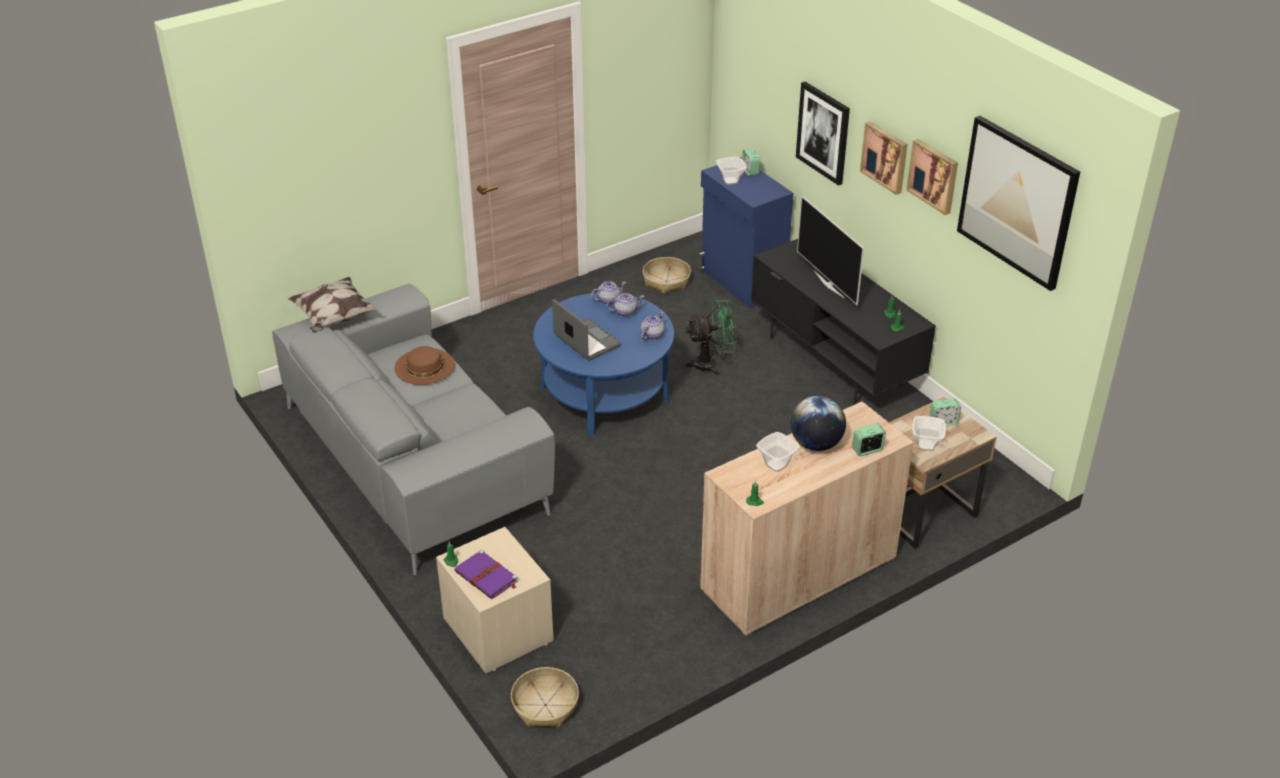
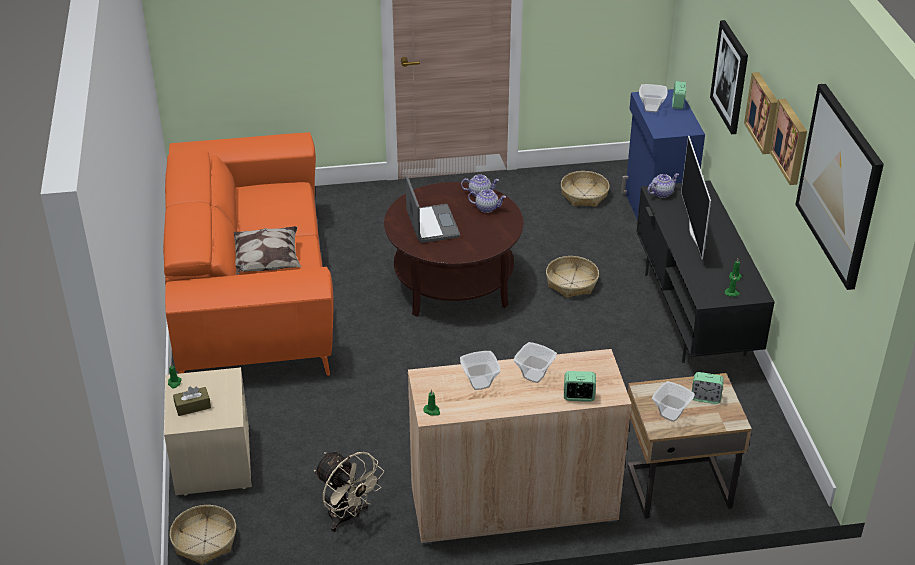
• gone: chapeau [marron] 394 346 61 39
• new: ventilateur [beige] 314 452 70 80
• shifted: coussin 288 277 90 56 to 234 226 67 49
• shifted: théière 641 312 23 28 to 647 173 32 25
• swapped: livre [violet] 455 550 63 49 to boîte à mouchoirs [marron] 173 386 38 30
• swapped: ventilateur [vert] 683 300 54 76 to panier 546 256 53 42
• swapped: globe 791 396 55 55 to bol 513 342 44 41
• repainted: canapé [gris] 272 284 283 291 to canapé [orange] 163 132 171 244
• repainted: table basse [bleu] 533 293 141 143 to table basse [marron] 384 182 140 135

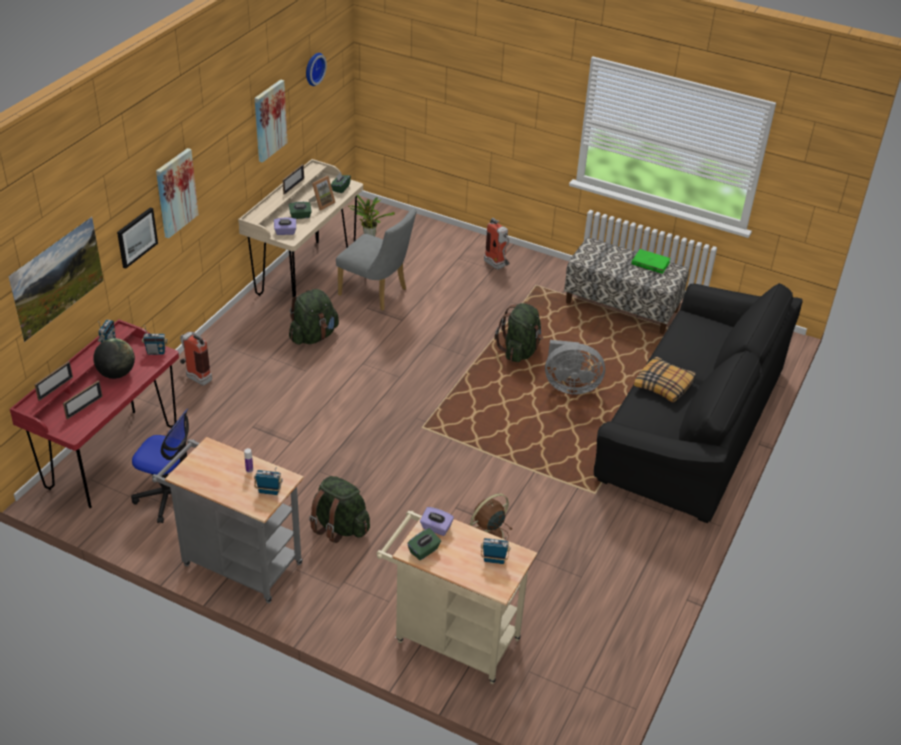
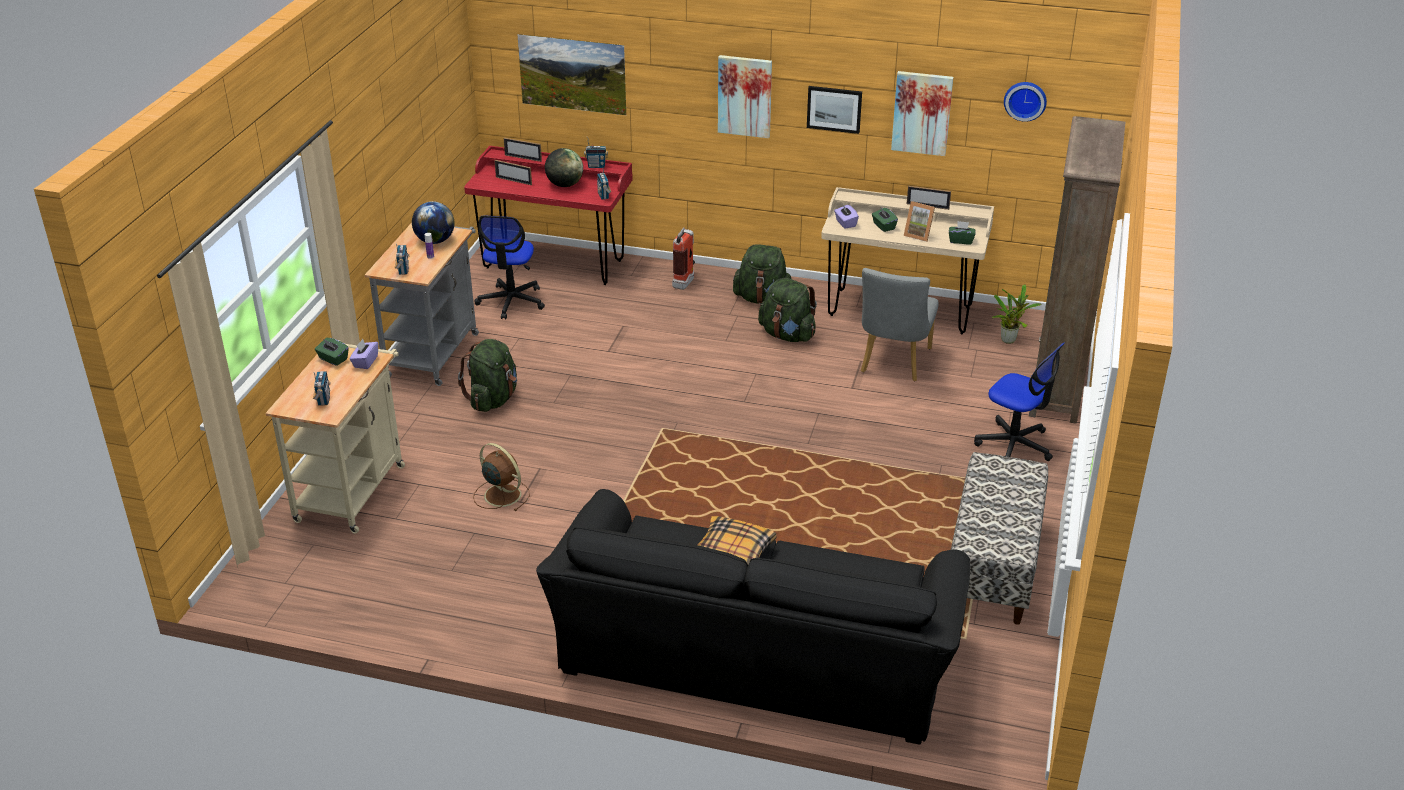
• gone: ventilateur [gris] 545 340 60 54
• gone: livre [vert] 632 249 39 25
• new: globe 412 201 43 43
• new: bibliothèque [marron] 1029 116 96 308
• shifted: tableau 117 207 41 62 to 807 86 55 48
• shifted: sac à dos [vert] 494 303 49 59 to 733 244 58 60
• swapped: extincteur 484 218 26 52 to chaise de bureau 974 342 91 119

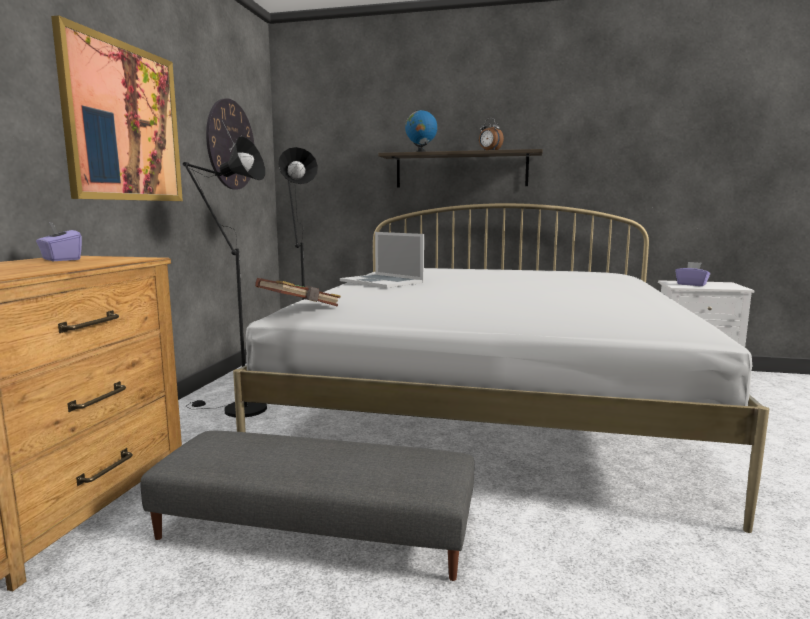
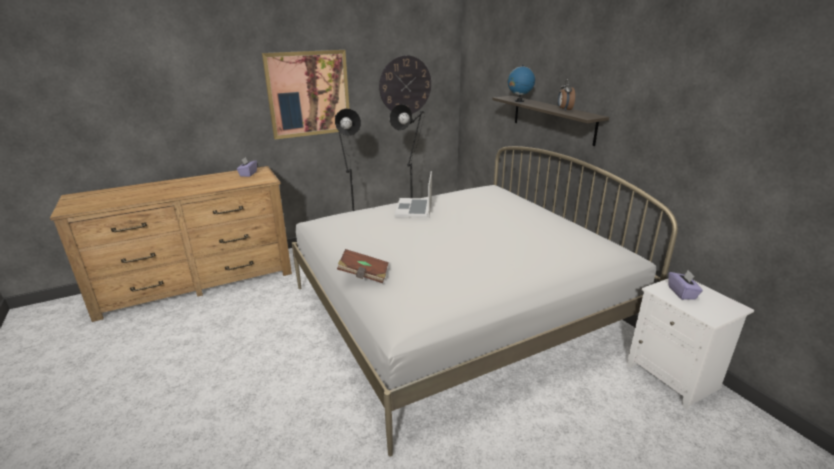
• gone: pouf [gris] 140 431 334 150
• shifted: livre [marron] 255 278 86 29 to 337 249 52 34

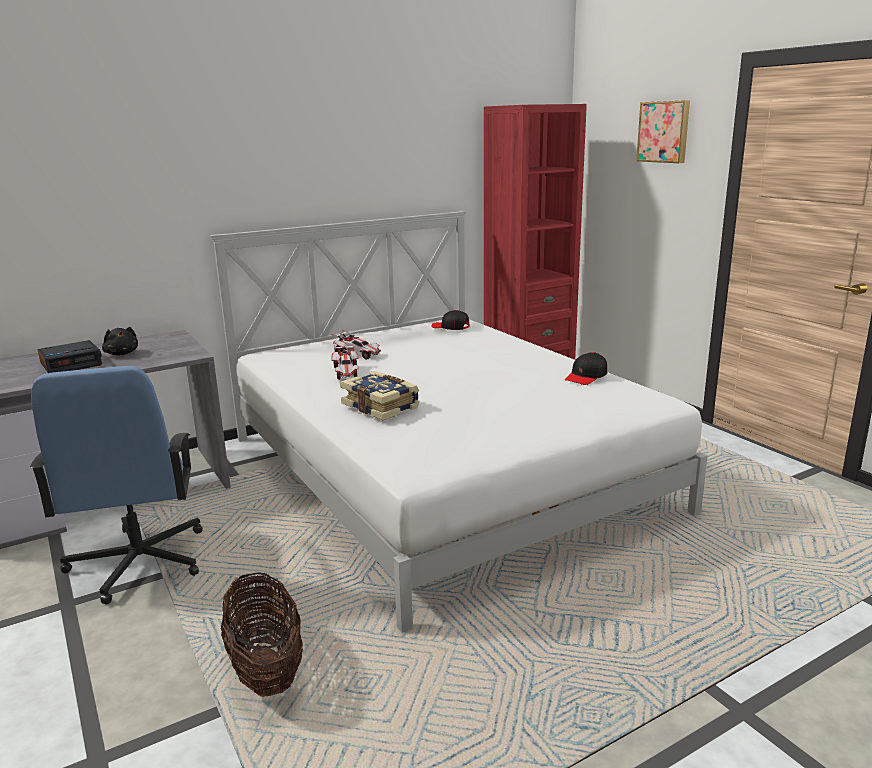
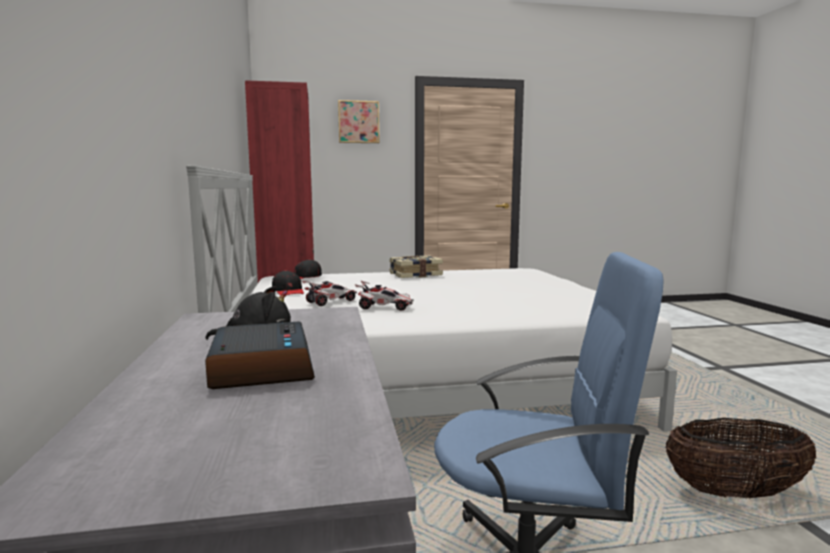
• shifted: livre 340 371 80 49 to 389 255 54 23
• shifted: casquette [noir] 565 352 42 33 to 272 270 32 26

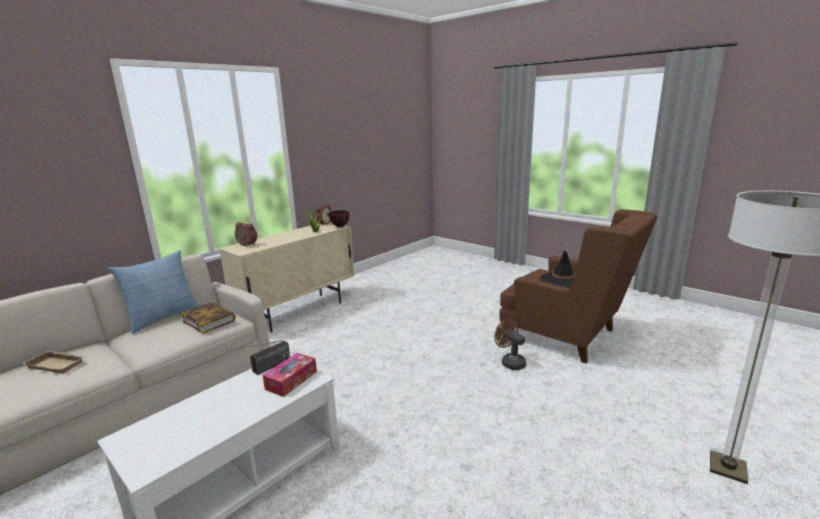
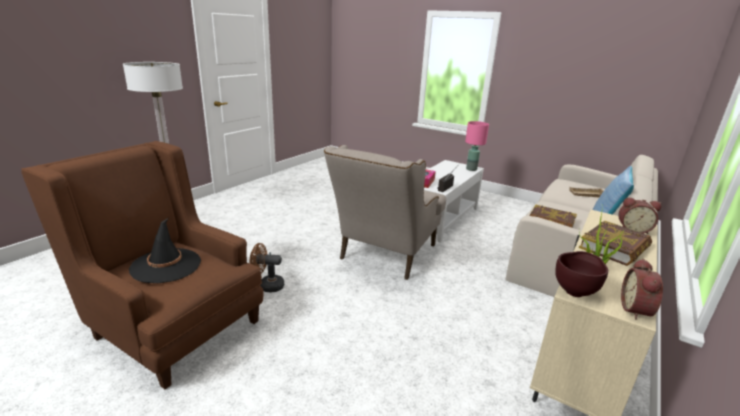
• new: fauteuil [beige] 324 145 122 135
• new: lampe de table [rose] 465 121 24 50
• new: livre 579 220 73 46
• rotated: ventilateur [marron] 494 318 32 52 = 250 243 34 49 135 degrees clockwise

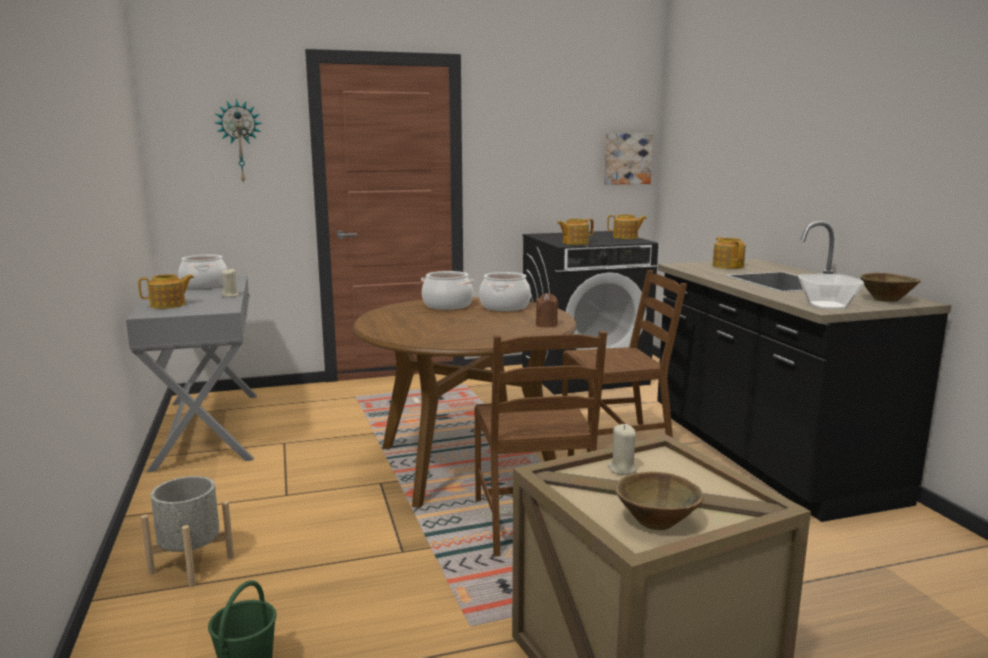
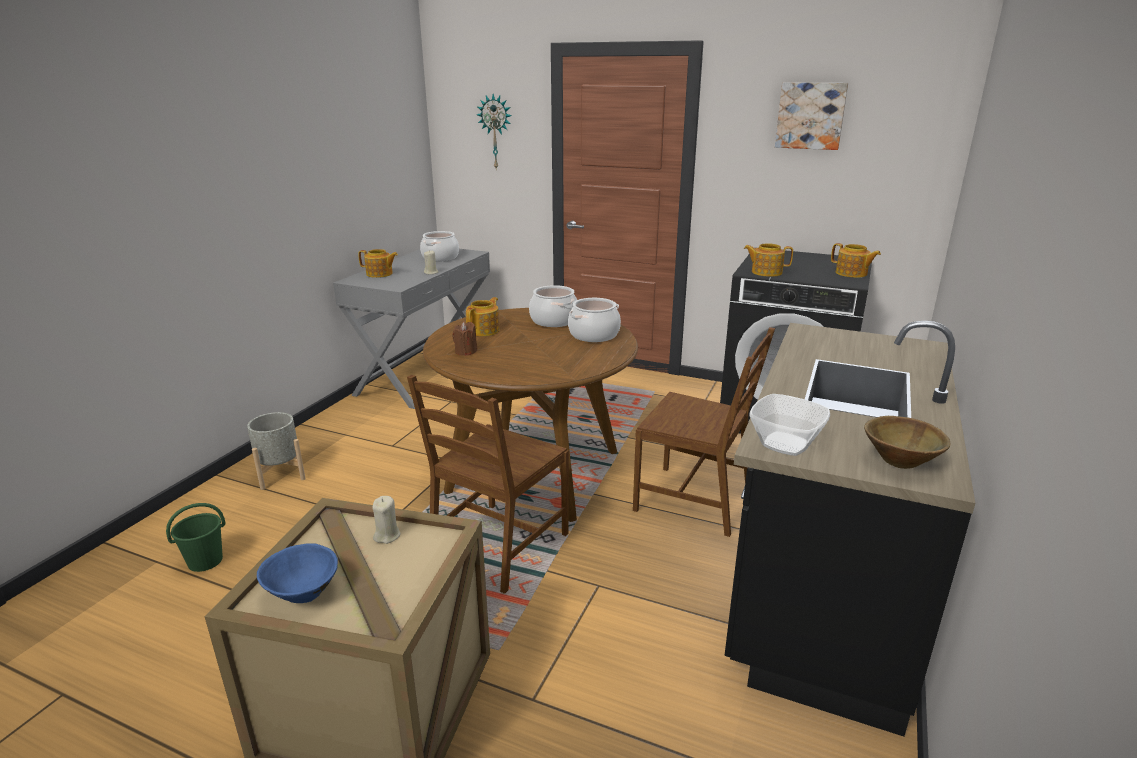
• shifted: bougie [marron] 536 293 22 34 to 452 322 25 34
• shifted: tableau 604 133 49 52 to 775 82 73 68
• shifted: théière 712 237 34 32 to 466 297 33 39
• repainted: bol [marron] 615 472 89 58 to bol [bleu] 257 543 81 60

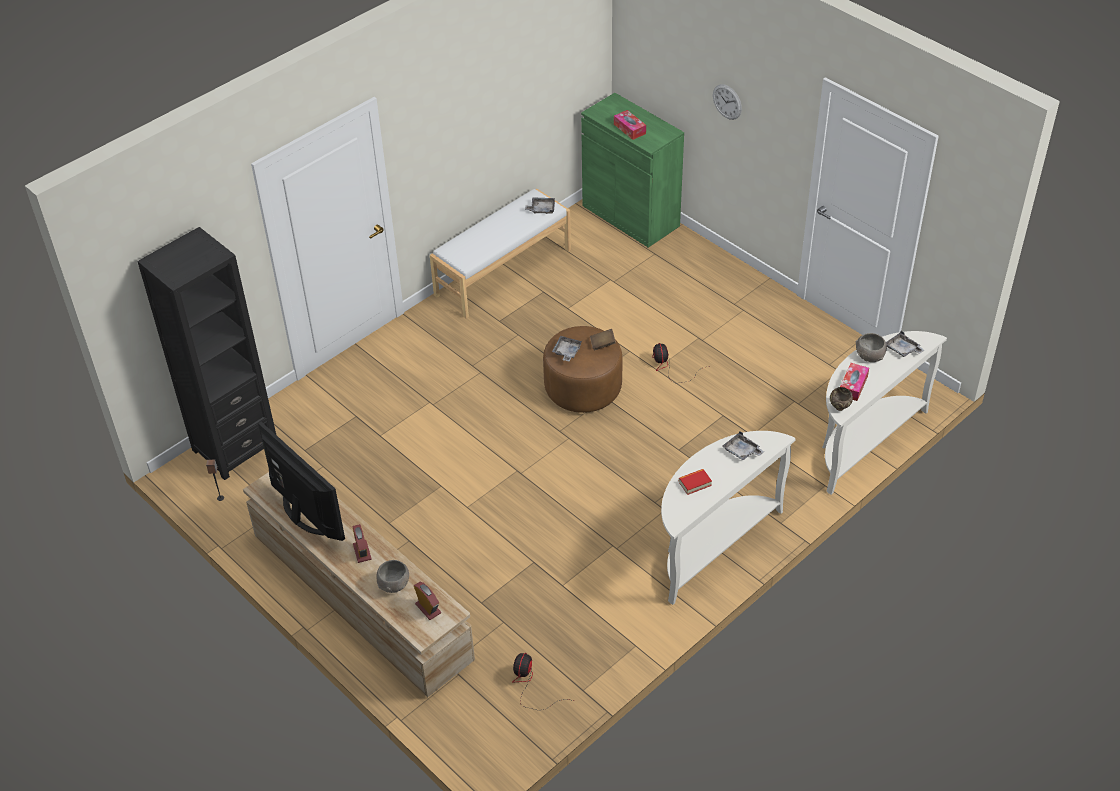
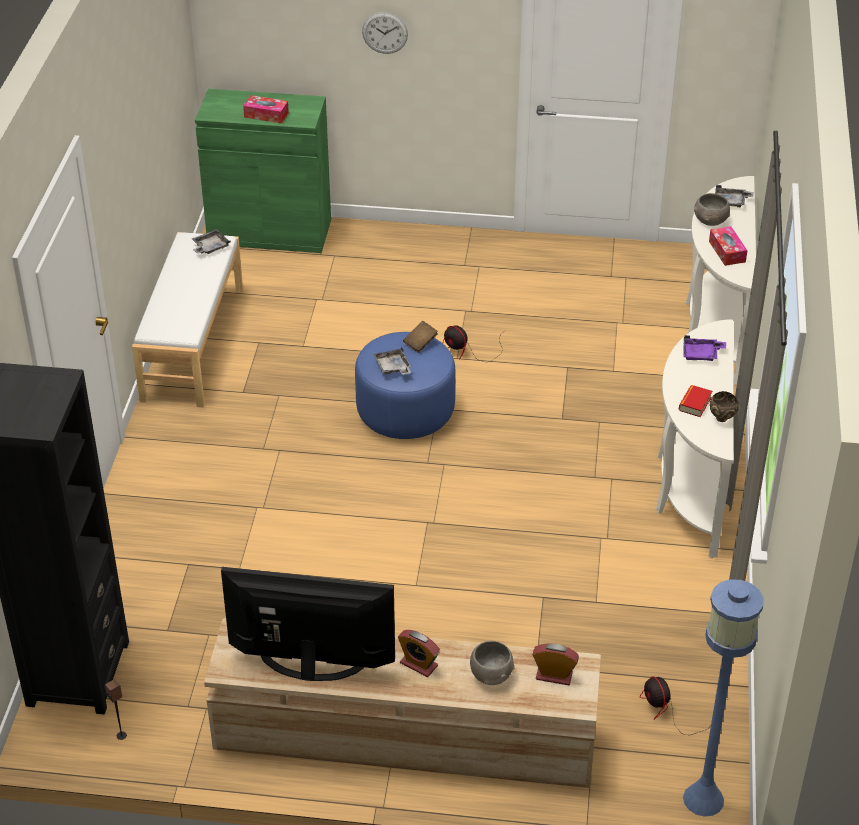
• new: lampadaire [bleu] 683 579 81 238
• shifted: bol [marron] 830 387 23 24 to 710 391 29 31
• repainted: pouf [marron] 543 326 80 87 to pouf [bleu] 355 332 101 107
• repainted: plateau [gris] 722 431 42 29 to plateau [violet] 683 335 43 26

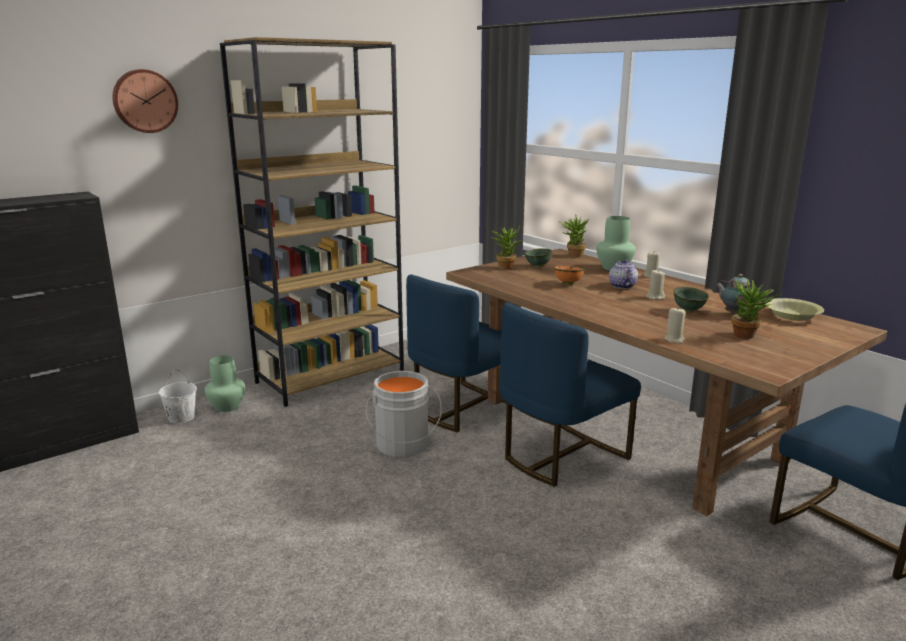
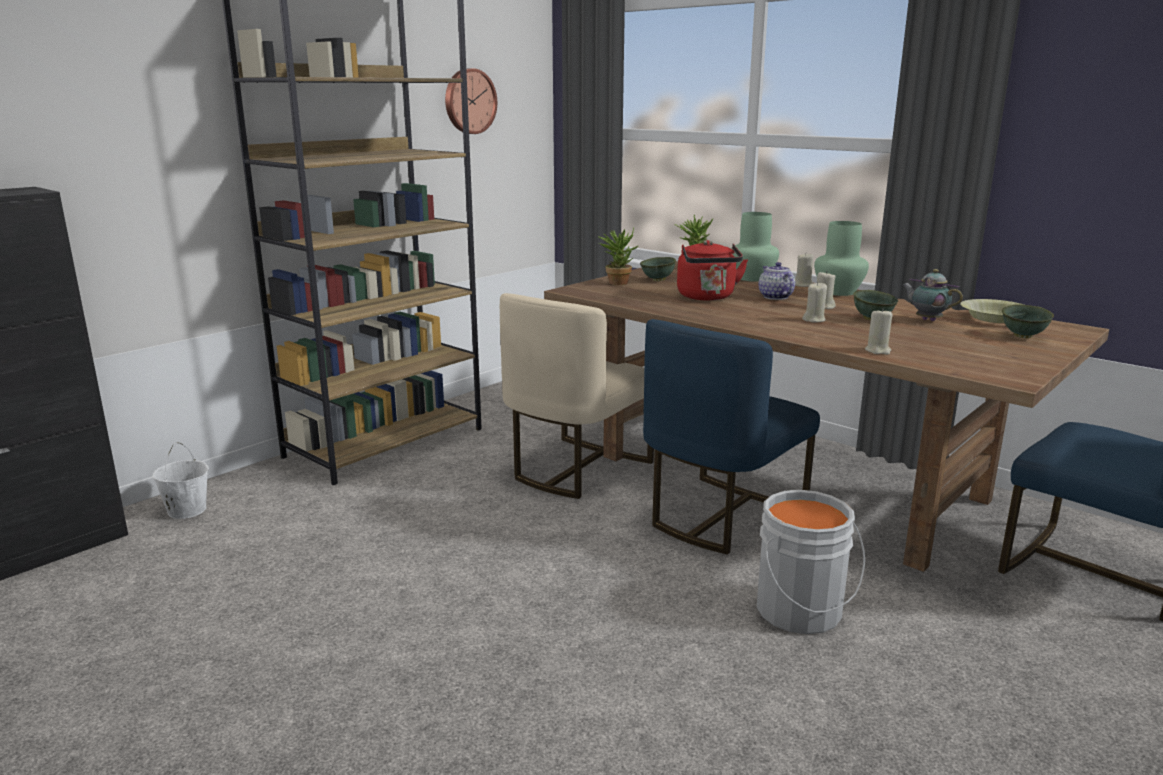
• gone: plante en pot 731 279 50 60
• new: bougie [beige] 802 282 25 41
• new: bol [vert] 1002 304 52 34
• shifted: horloge murale 112 69 66 64 to 445 68 52 66
• shifted: vase [vert] 205 355 40 57 to 814 221 55 75
• shifted: seau [gris] 366 371 76 86 to 757 490 108 144
• swapped: bol [orange] 554 266 31 19 to bouilloire [rouge] 677 240 71 61
• repainted: chaise [bleu] 406 274 101 158 to chaise [beige] 500 293 154 206

